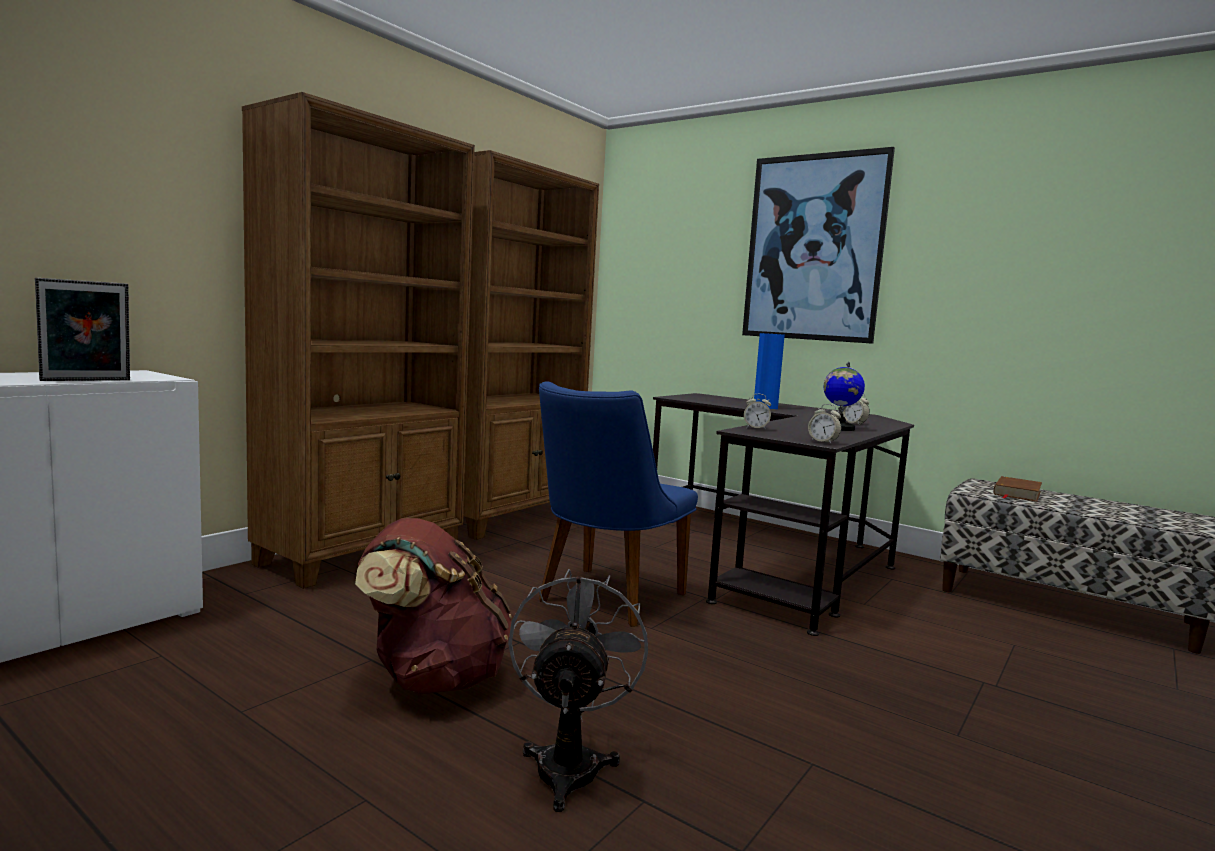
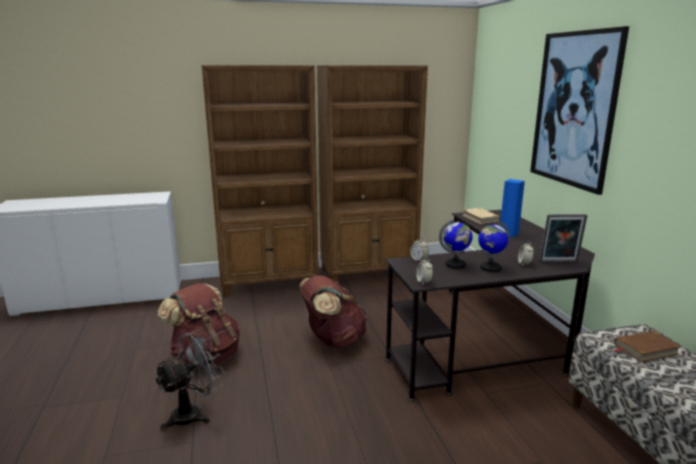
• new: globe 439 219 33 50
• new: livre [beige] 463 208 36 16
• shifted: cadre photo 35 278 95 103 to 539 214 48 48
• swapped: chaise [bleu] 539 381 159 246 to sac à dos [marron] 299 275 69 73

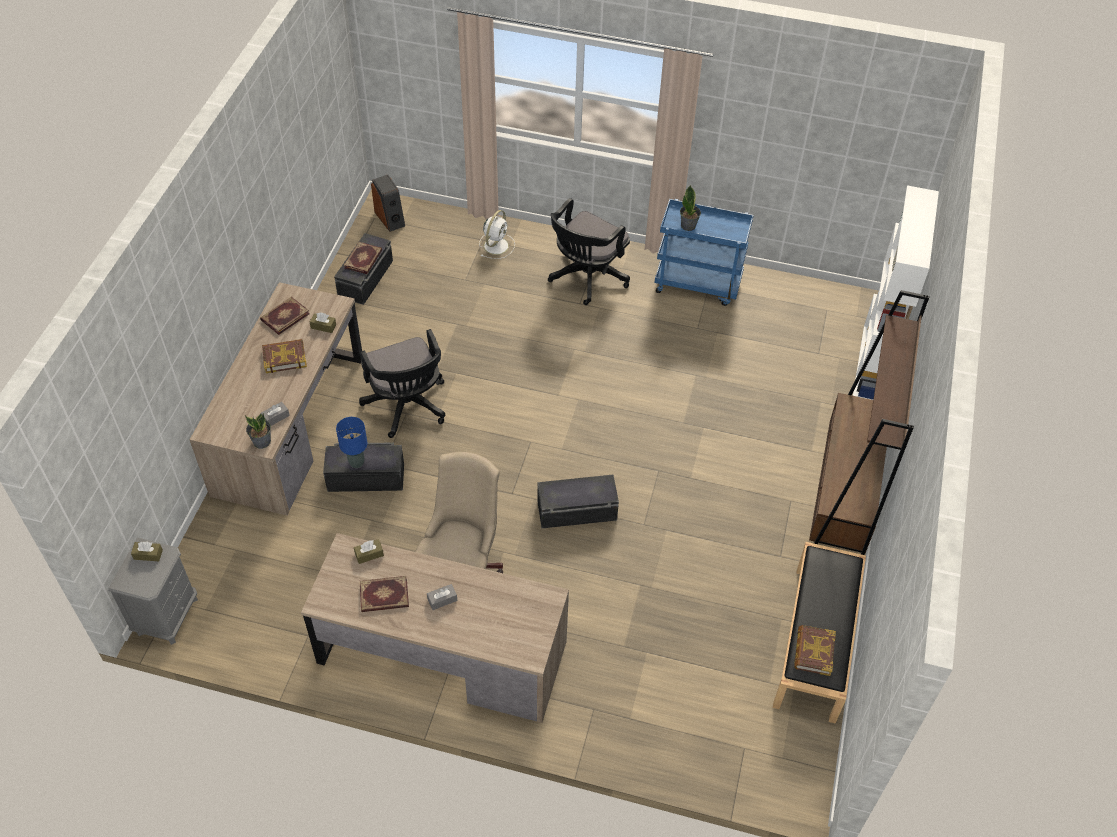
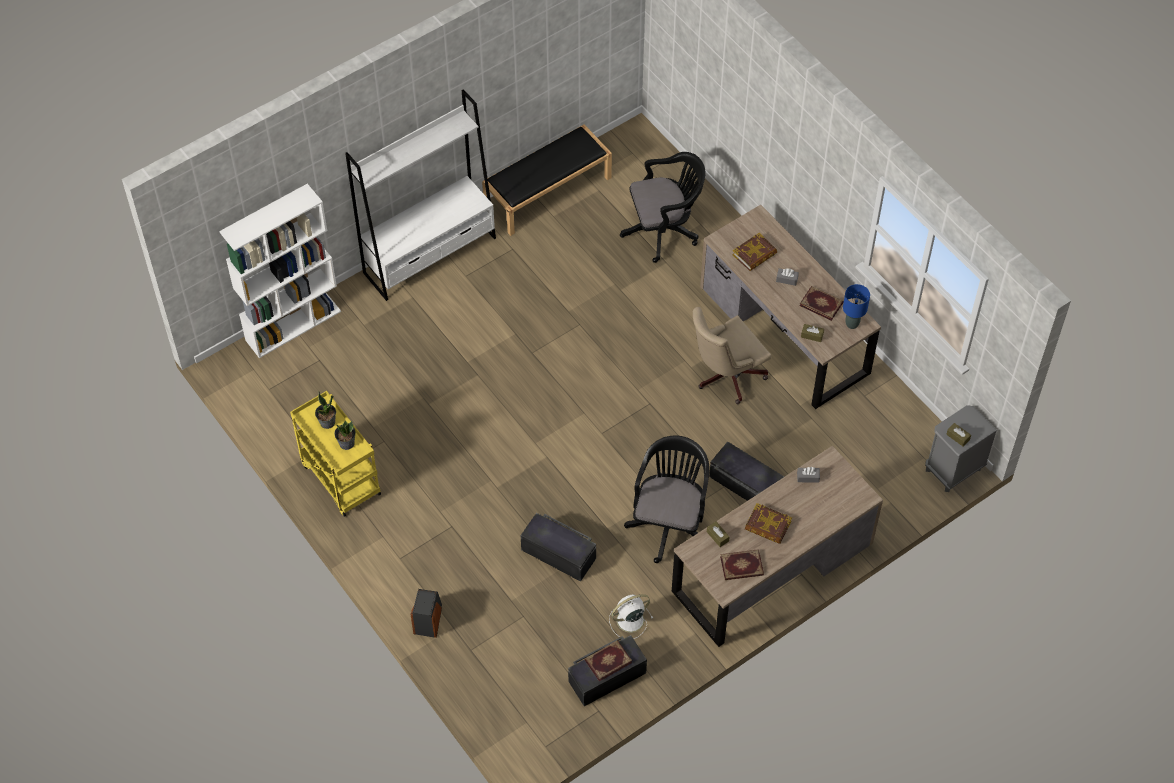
• shifted: plante en pot 245 413 26 36 to 315 391 21 38
• shifted: lampe de table [bleu] 336 417 31 51 to 843 284 27 45
• shifted: enceinte 371 175 34 57 to 411 589 31 49
• shifted: ventilateur [blanc] 479 210 36 49 to 609 594 44 45
• shifted: boîte de rangement [noir] 537 475 82 53 to 521 513 75 69
• shifted: chaise de bureau [noir] 548 198 82 107 to 620 152 85 111
• shifted: livre 794 625 42 51 to 732 233 45 38
• repainted: chariot [bleu] 654 199 100 107 to chariot [jaune] 290 391 91 126
• repainted: bibliothèque [marron] 809 290 121 265 to bibliothèque [blanc] 345 89 151 212

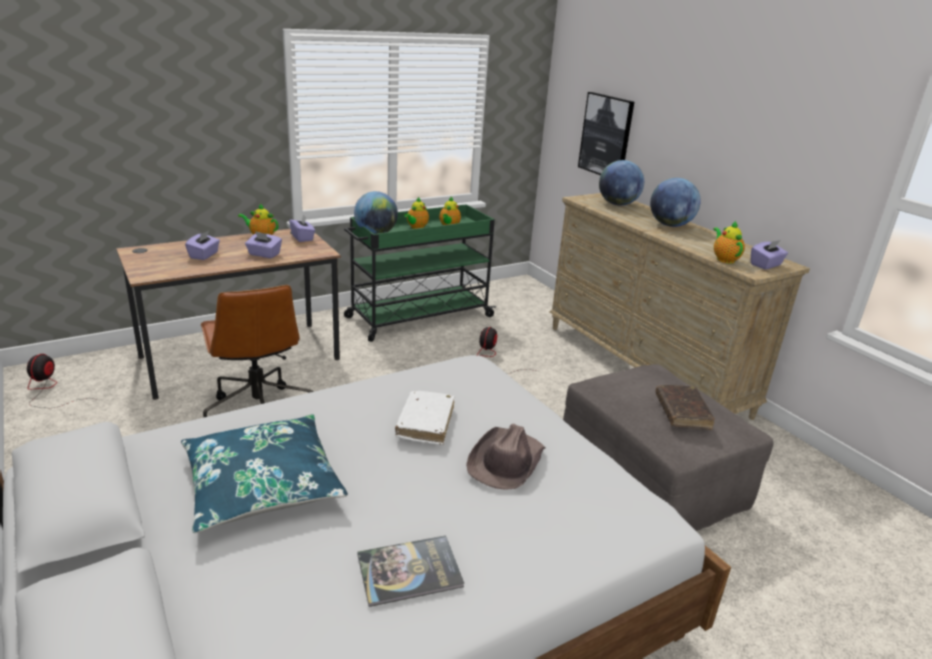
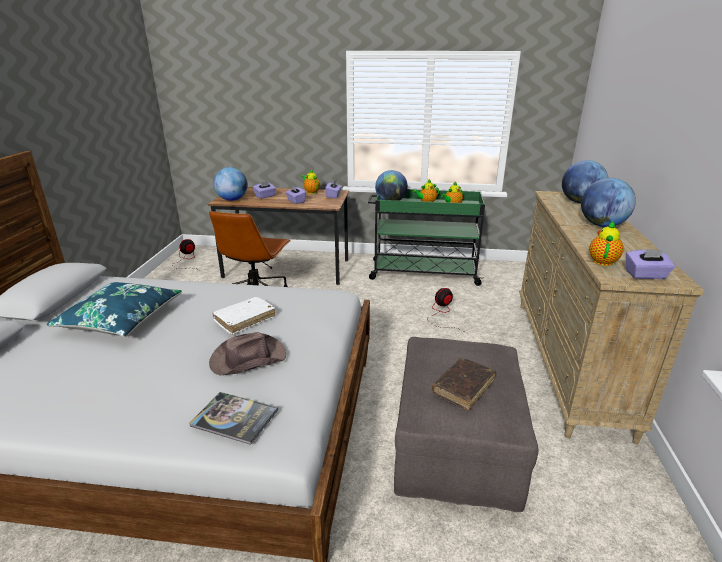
• gone: tableau 578 92 56 83
• new: globe 213 167 35 34
• shifted: livre 357 535 107 72 to 189 392 89 53

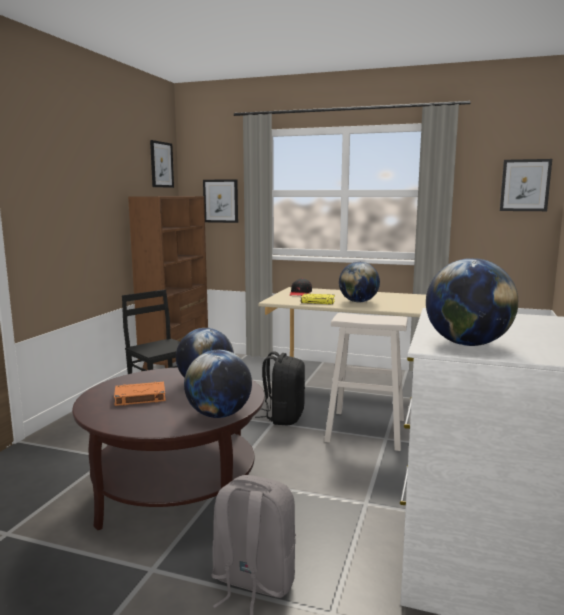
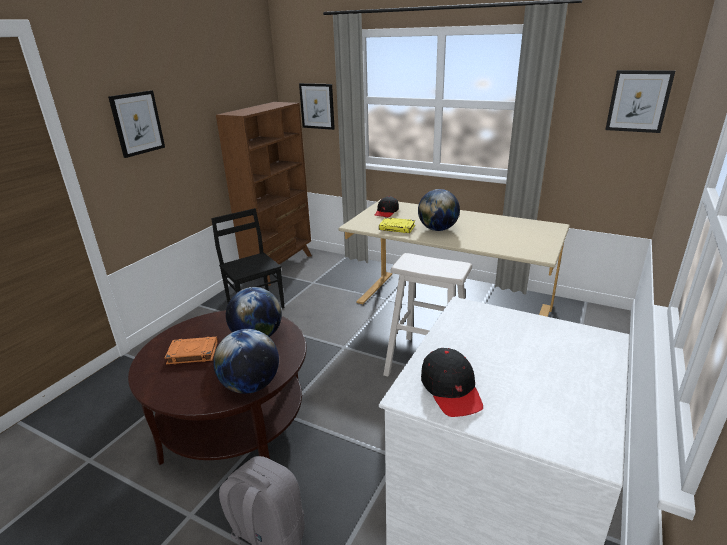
• gone: sac à dos [noir] 255 351 50 75
• shifted: tableau 150 140 24 48 to 108 90 57 68
• swapped: globe 426 258 92 88 to casquette [noir] 421 348 62 69

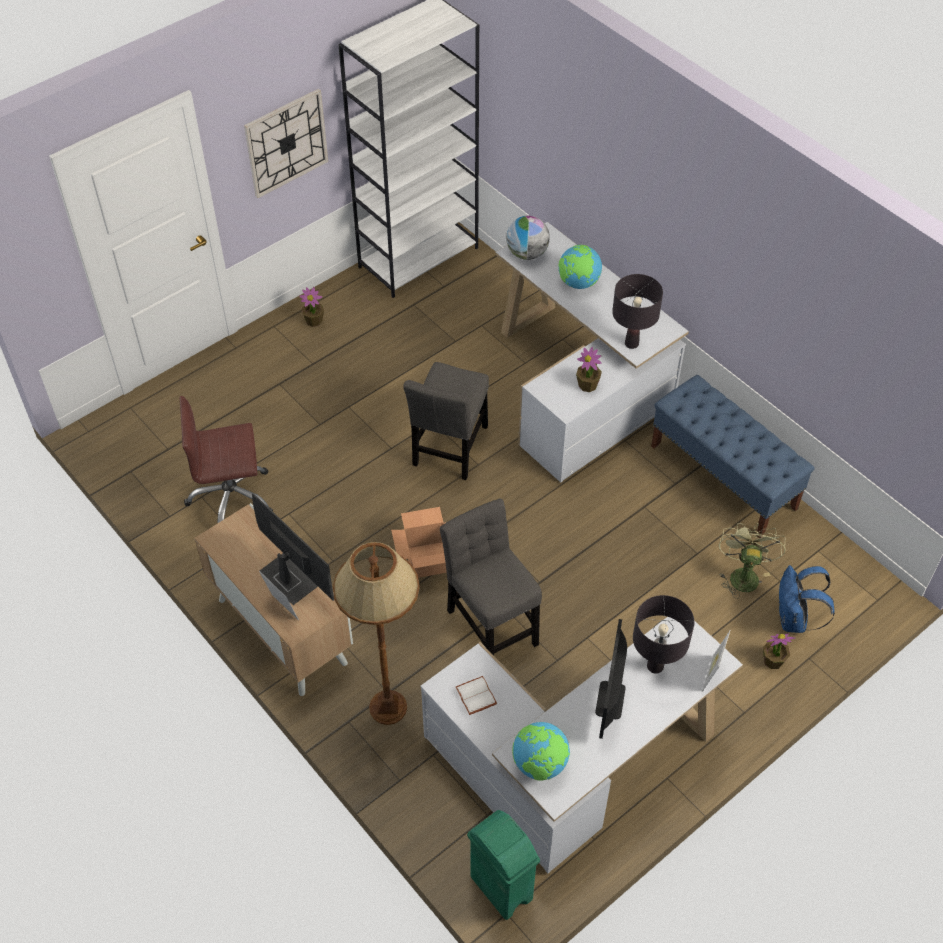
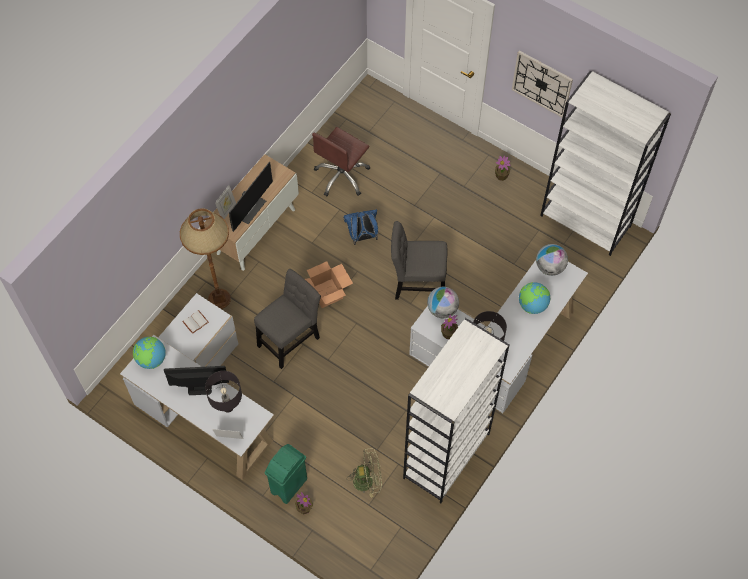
• new: globe 427 287 32 31
• shifted: poubelle [vert] 467 810 73 110 to 264 444 43 60
• shifted: sac à dos [bleu] 778 565 57 68 to 343 209 35 36
• swapped: banc [bleu] 651 375 164 163 to bibliothèque [blanc] 403 318 106 185
• rotated: chaise de bureau [marron] 179 396 94 127 = 312 127 58 69 120 degrees counterclockwise

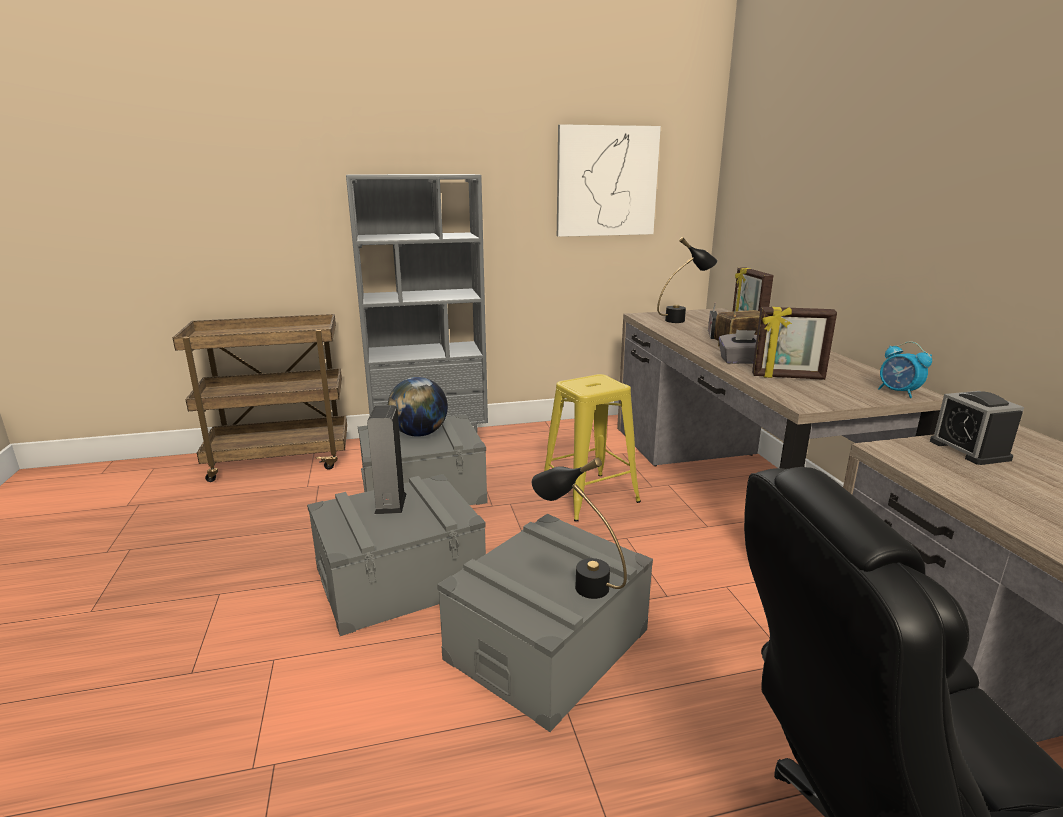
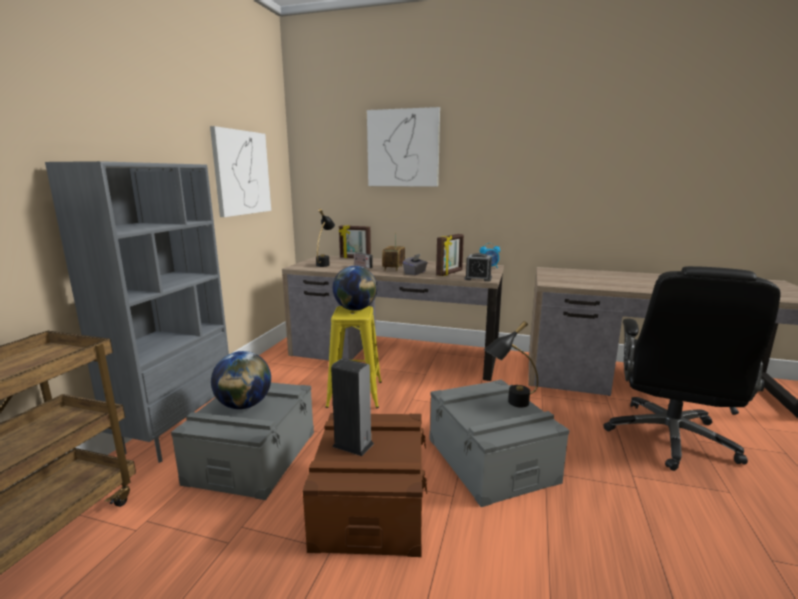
• new: globe 333 266 44 45
• new: tableau 367 107 73 80
• shifted: réveil 930 391 94 74 to 465 253 27 29
• repainted: boîte de rangement [gris] 307 474 179 162 to boîte de rangement [marron] 303 413 124 144

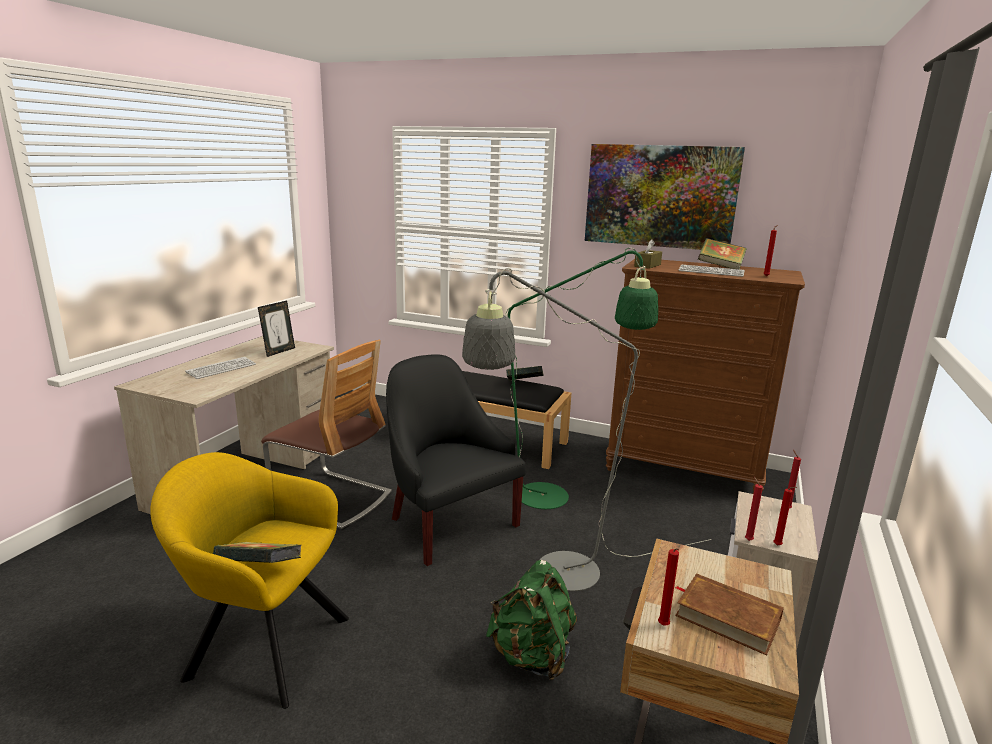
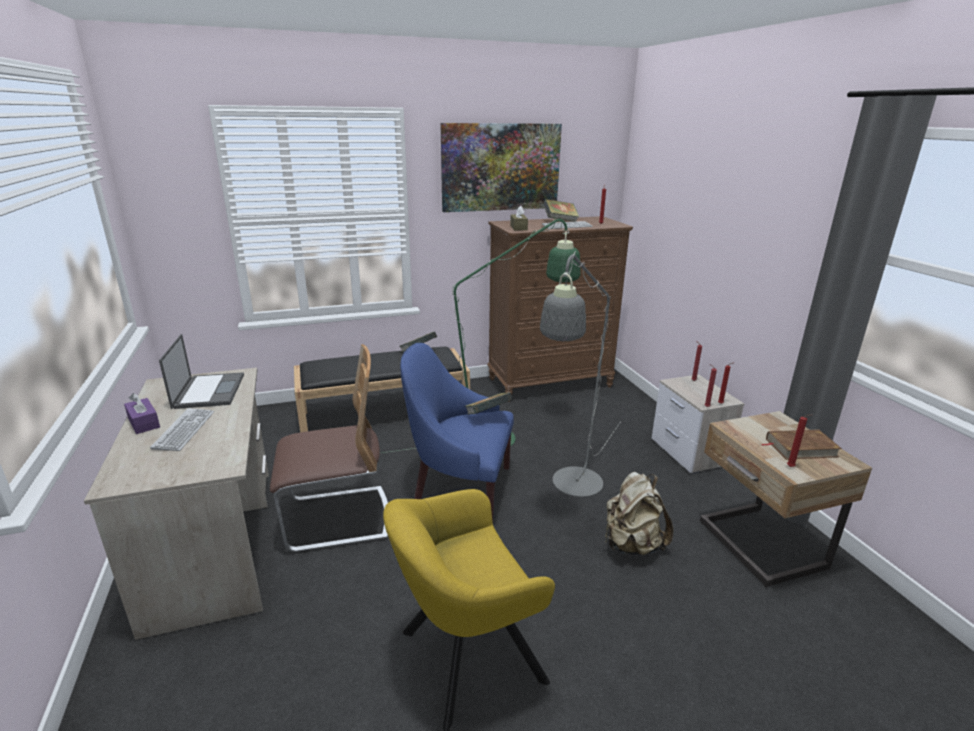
• new: boîte à mouchoirs [violet] 124 393 36 41
• shifted: livre 213 542 88 21 to 465 392 48 23
• swapped: cadre photo 258 301 37 56 to ordinateur portable 159 334 85 75
• repainted: fauteuil [noir] 386 354 140 212 to fauteuil [bleu] 400 343 114 178
• repainted: sac à dos [vert] 486 560 91 121 to sac à dos [beige] 605 472 68 84

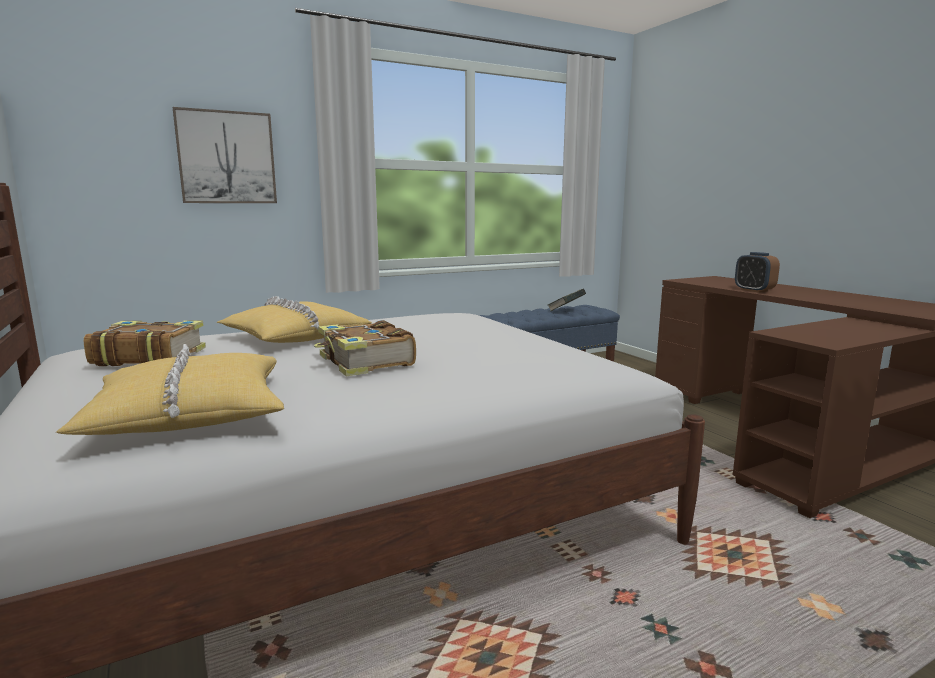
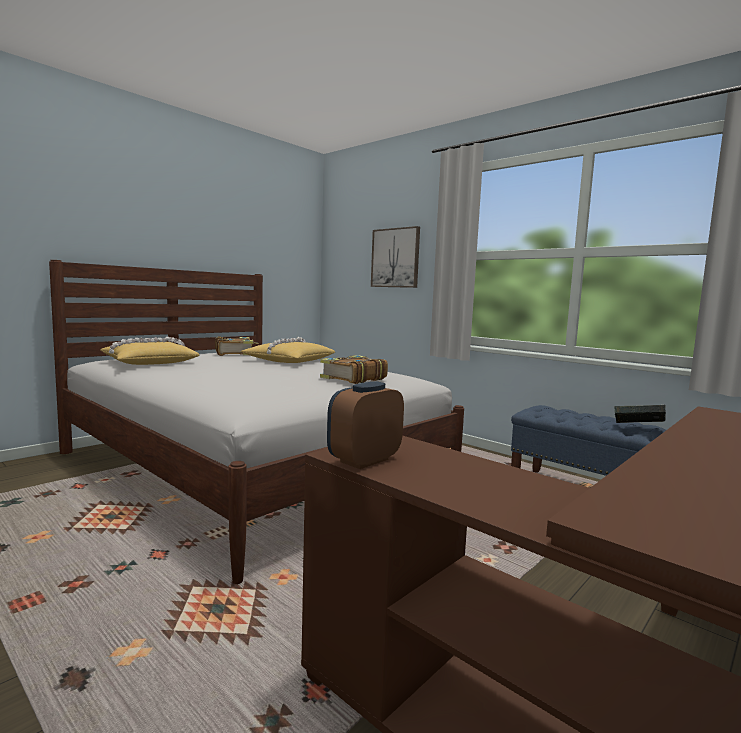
• shifted: livre 314 320 102 56 to 320 355 68 29
• shifted: réveil 735 252 45 41 to 327 381 77 88

